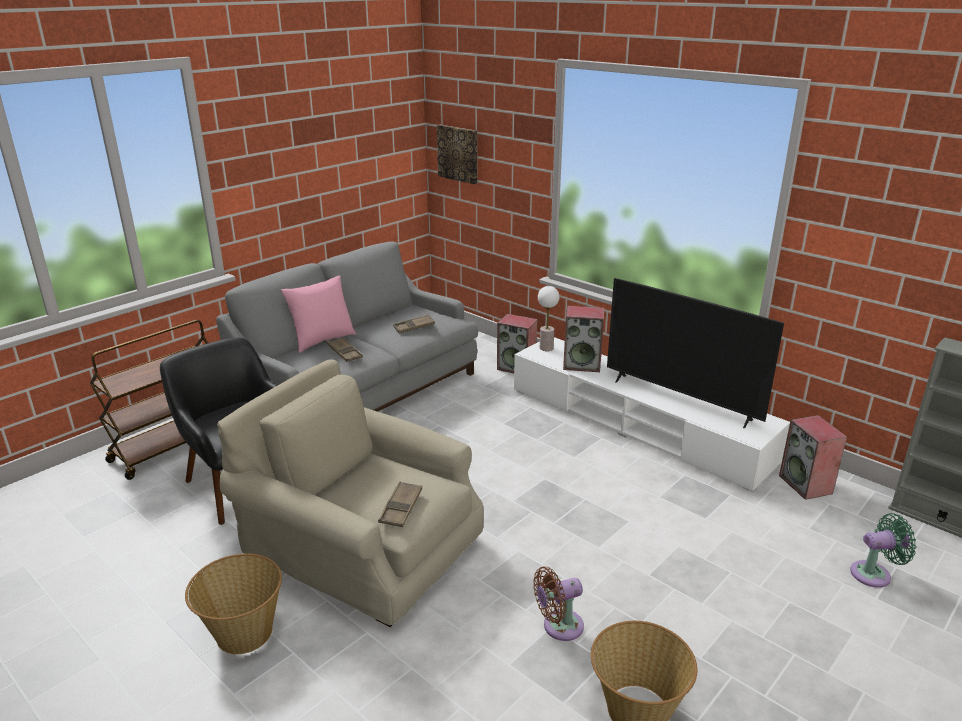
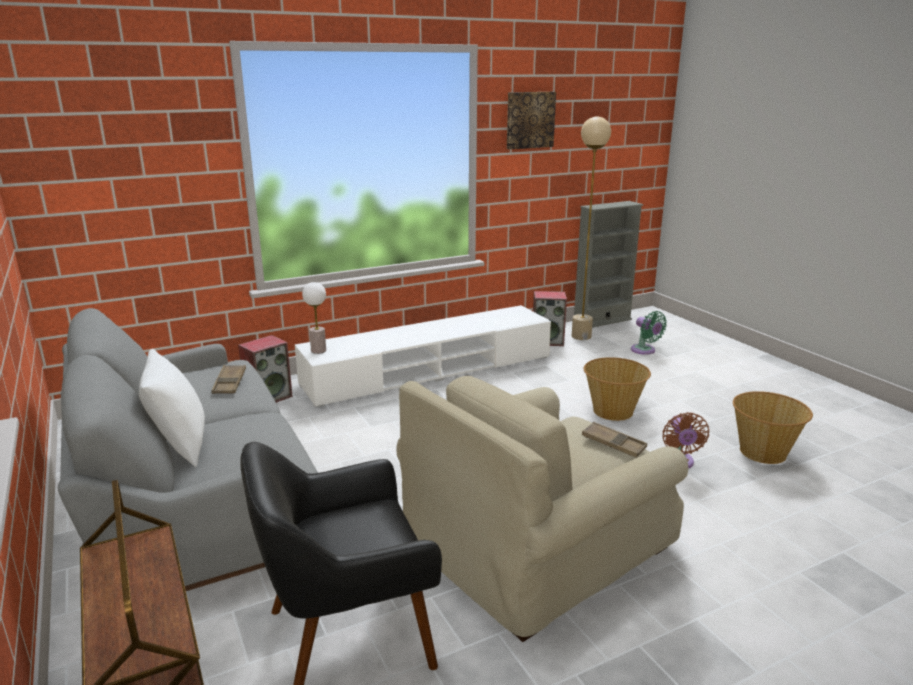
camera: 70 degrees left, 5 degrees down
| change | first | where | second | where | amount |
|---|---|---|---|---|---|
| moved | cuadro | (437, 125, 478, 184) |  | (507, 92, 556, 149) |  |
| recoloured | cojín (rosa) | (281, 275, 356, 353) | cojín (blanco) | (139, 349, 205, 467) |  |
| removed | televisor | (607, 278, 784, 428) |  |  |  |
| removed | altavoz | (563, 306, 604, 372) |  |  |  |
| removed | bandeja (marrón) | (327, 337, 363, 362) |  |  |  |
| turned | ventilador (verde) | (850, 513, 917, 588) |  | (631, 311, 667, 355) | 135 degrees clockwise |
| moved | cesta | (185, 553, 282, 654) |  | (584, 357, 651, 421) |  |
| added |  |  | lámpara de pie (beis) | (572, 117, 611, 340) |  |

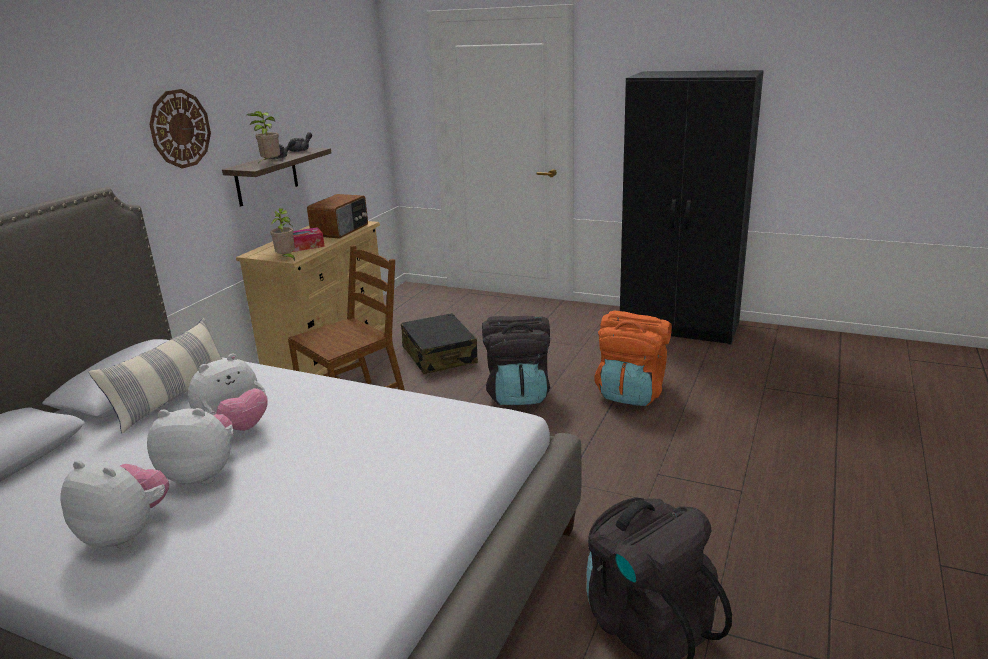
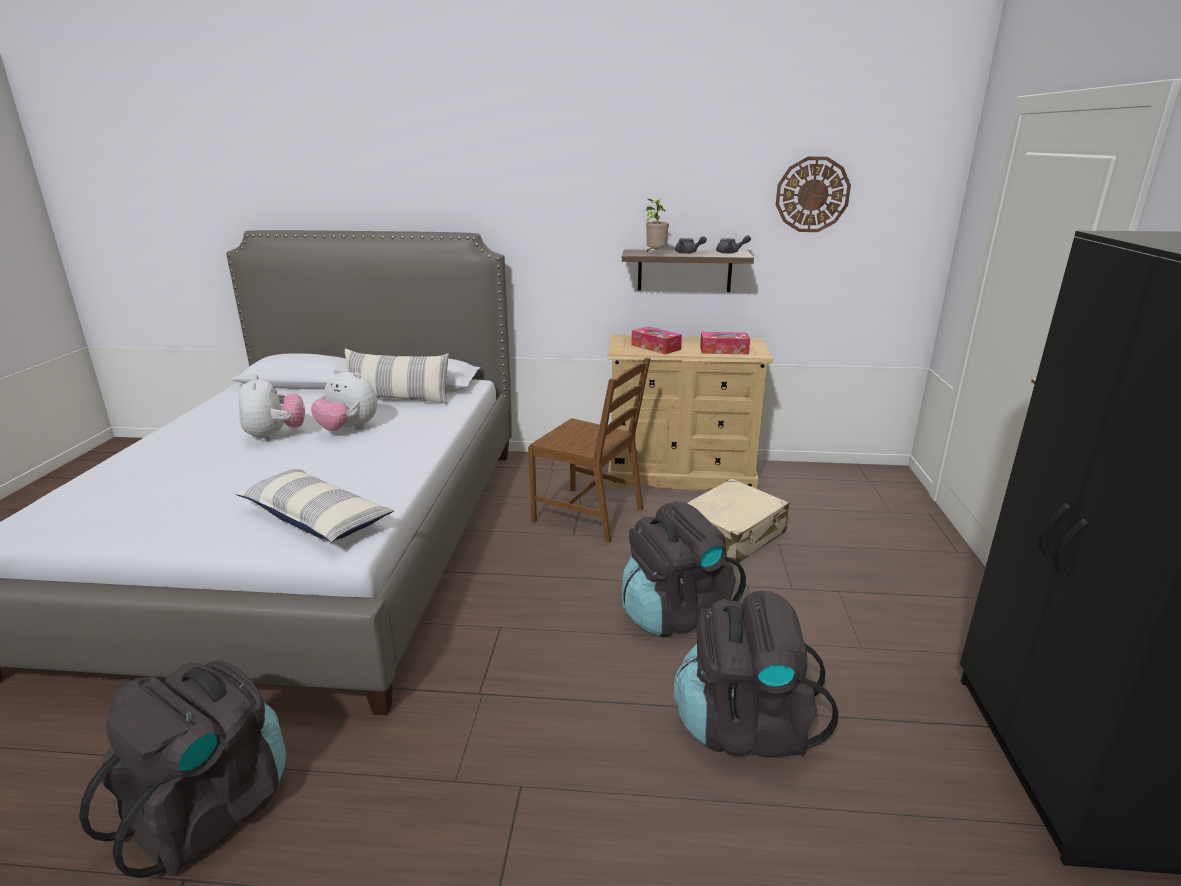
camera: 70 degrees right, 0 degrees up
| change | first | where | second | where | amount |
|---|---|---|---|---|---|
| moved | reloj de pared | (149, 89, 211, 169) |  | (776, 157, 851, 232) |  |
| replaced | radio | (307, 194, 368, 239) | caja de pañuelos | (700, 332, 750, 354) |  |
| removed | planta en maceta | (270, 208, 295, 261) |  |  |  |
| recoloured | mochila (naranja) | (594, 311, 672, 406) | mochila (negro) | (674, 591, 838, 757) |  |
| recoloured | maleta (negro) | (401, 313, 478, 374) | maleta (beis) | (688, 478, 789, 565) |  |
| removed | peluche | (60, 460, 169, 549) |  |  |  |
| added |  |  | cojín | (235, 469, 394, 542) |  |

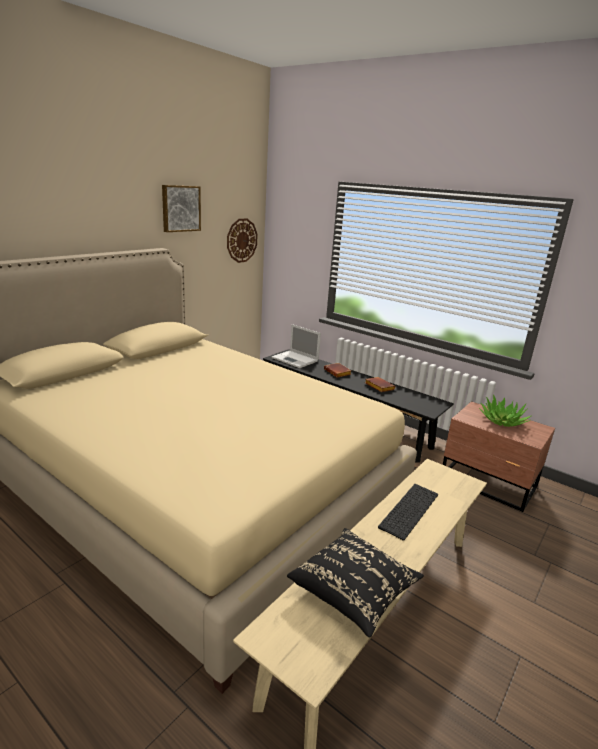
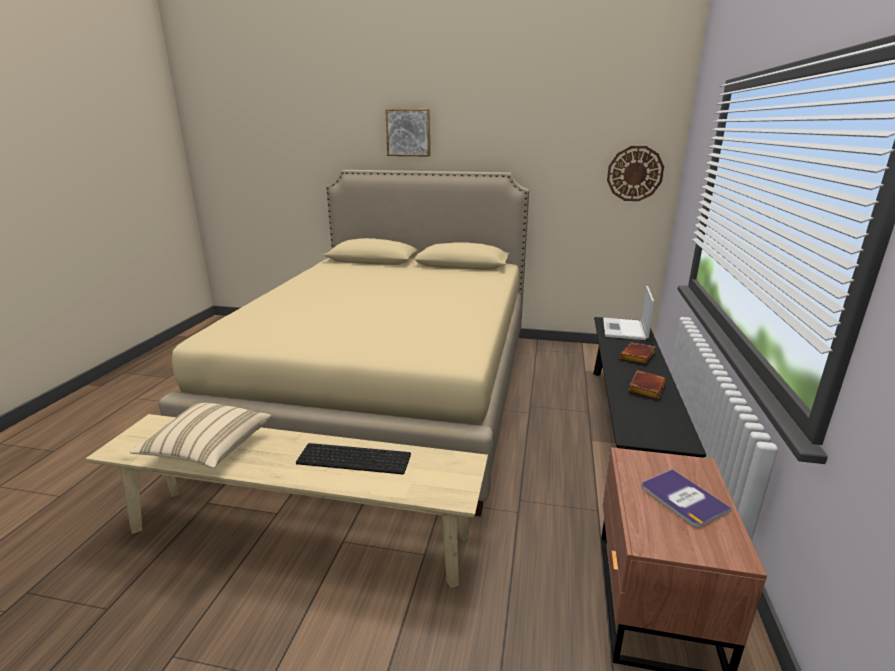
camera: 65 degrees right, 0 degrees up
| change | first | where | second | where | amount |
|---|---|---|---|---|---|
| moved | cuadro | (162, 185, 201, 232) |  | (385, 109, 430, 156) |  |
| replaced | planta en maceta | (479, 394, 532, 427) | libro | (642, 469, 731, 528) |  |
| recoloured | cojín (negro) | (287, 528, 424, 637) | cojín (beis) | (130, 403, 271, 469) |  |

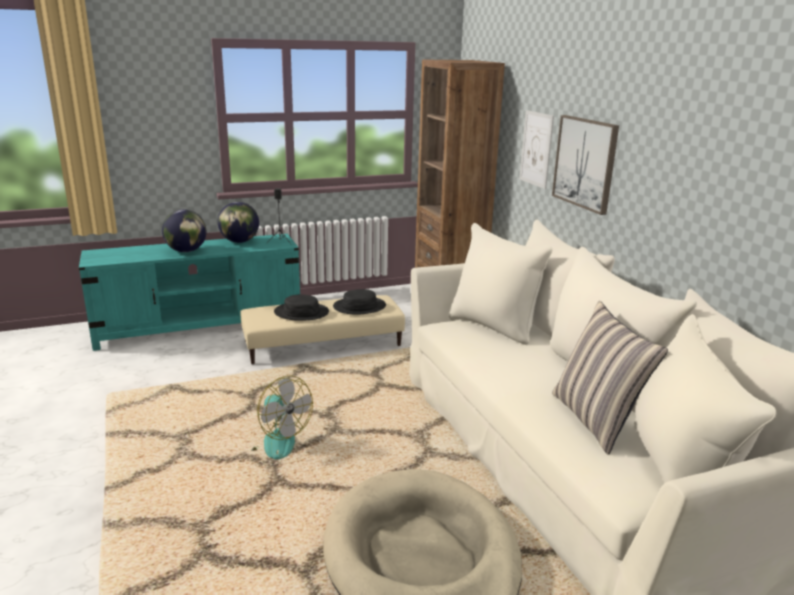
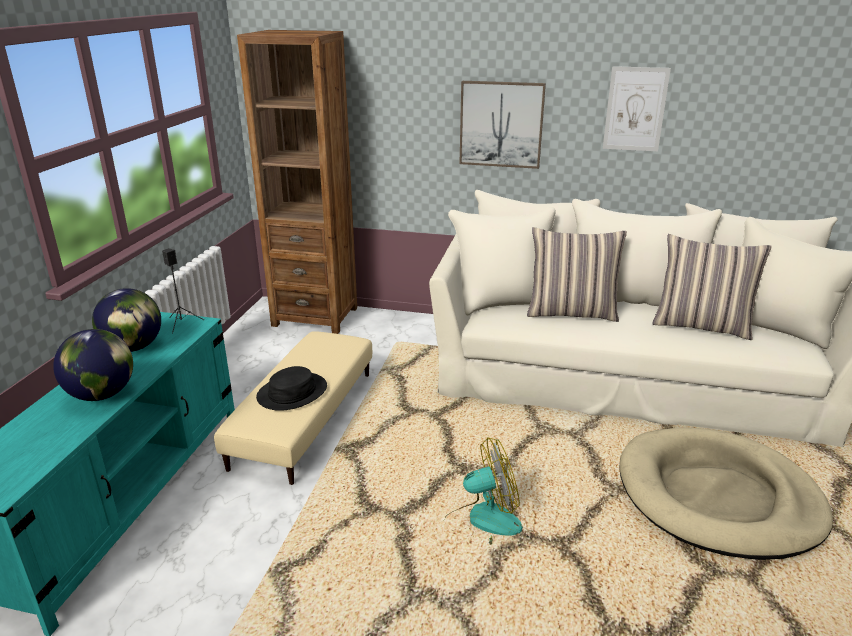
camera: 55 degrees left, 5 degrees up
| change | first | where | second | where | amount |
|---|---|---|---|---|---|
| moved | cuadro | (520, 110, 554, 189) |  | (603, 66, 671, 151) |  |
| removed | sombrero (negro) | (333, 289, 386, 315) |  |  |  |
| added |  |  | cojín | (527, 227, 627, 322) |  |

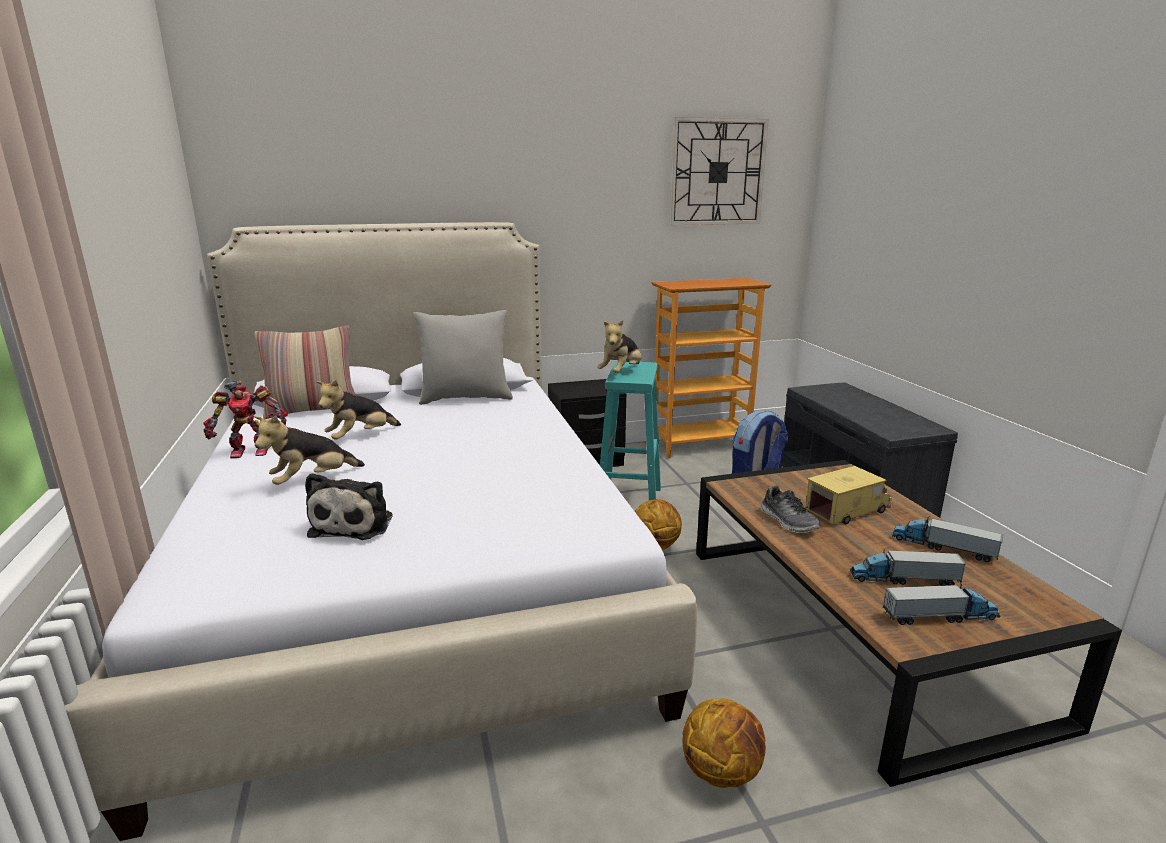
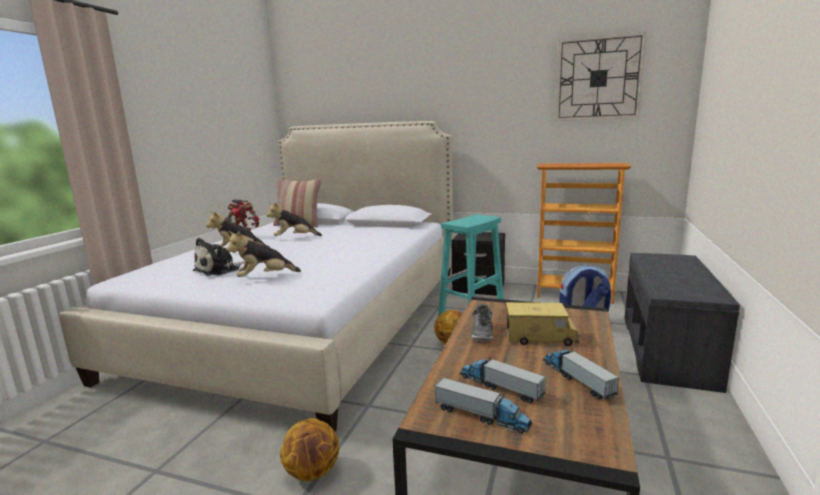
camera: 35 degrees right, 5 degrees down
| change | first | where | second | where | amount |
|---|---|---|---|---|---|
| removed | cojín (gris) | (413, 310, 513, 405) |  |  |  |
| moved | peluche | (597, 320, 641, 373) |  | (226, 231, 301, 277) |  |

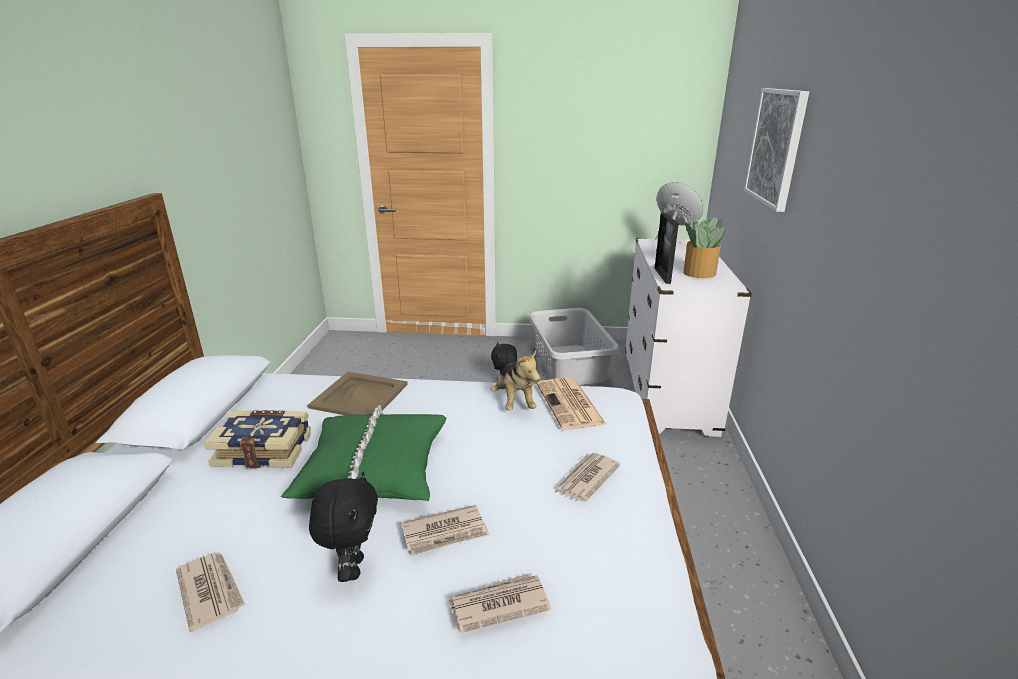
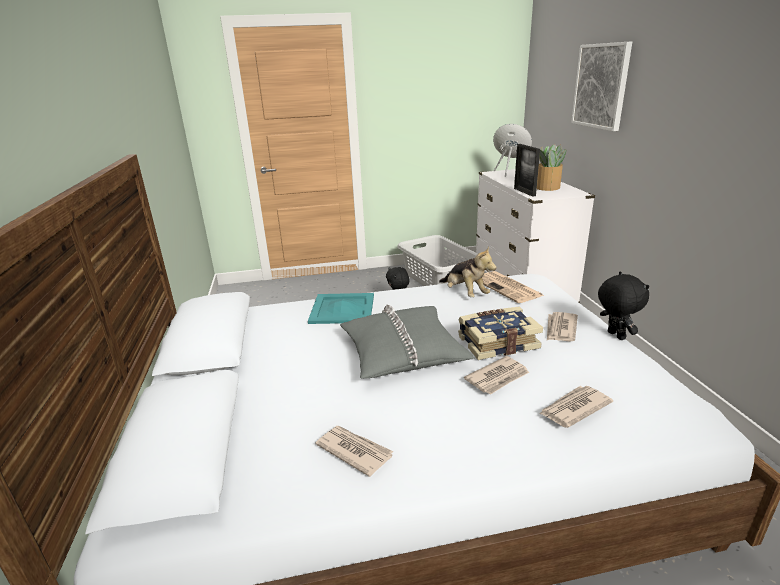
camera: 15 degrees left, 0 degrees up
| change | first | where | second | where | amount |
|---|---|---|---|---|---|
| recoloured | bandeja (beis) | (307, 372, 408, 415) | bandeja (turquesa) | (308, 293, 374, 324) |  |
| recoloured | cojín (verde) | (281, 405, 446, 501) | cojín (gris) | (340, 304, 475, 379) |  |
| moved | libro | (203, 410, 311, 468) |  | (458, 307, 543, 360) |  |
| moved | peluche (negro) | (309, 472, 378, 582) |  | (598, 272, 649, 340) |  |

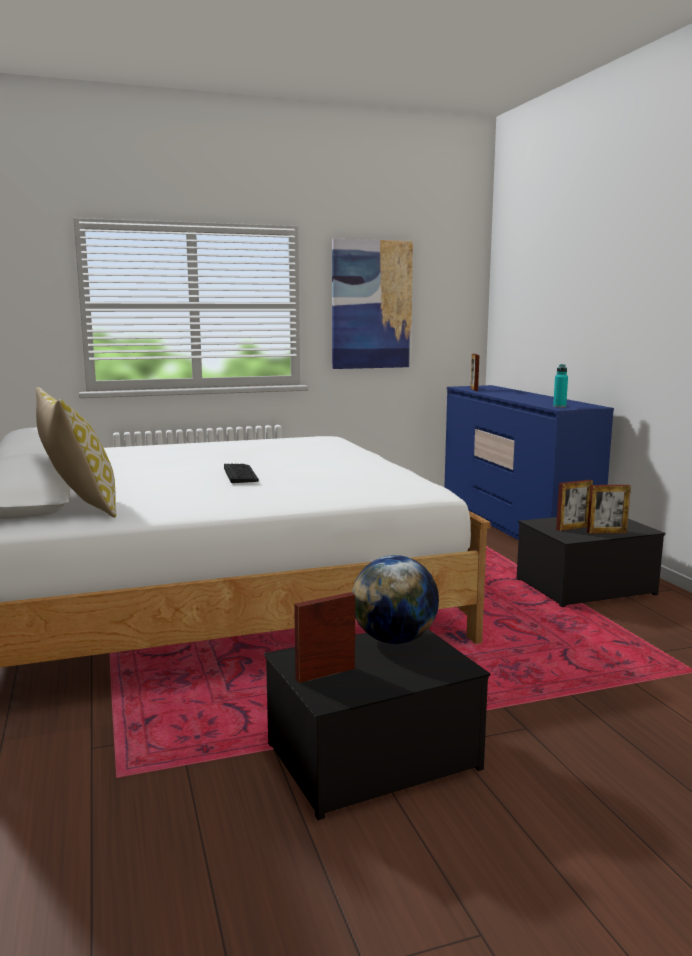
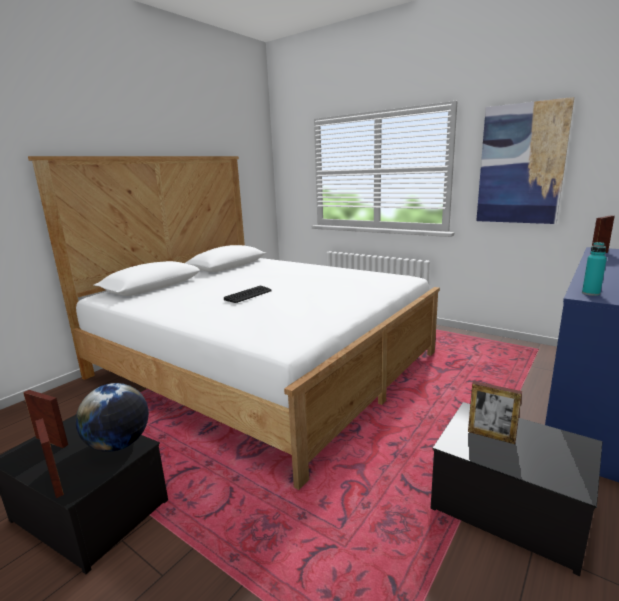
camera: 55 degrees right, 5 degrees up
| change | first | where | second | where | amount |
|---|---|---|---|---|---|
| removed | cojín | (36, 387, 116, 518) |  |  |  |
| moved | portarretratos | (587, 485, 631, 534) |  | (35, 418, 64, 498) |  |

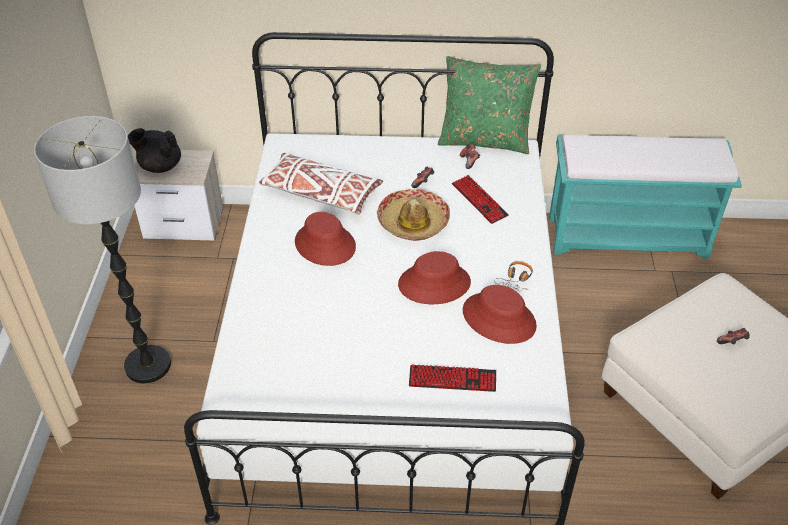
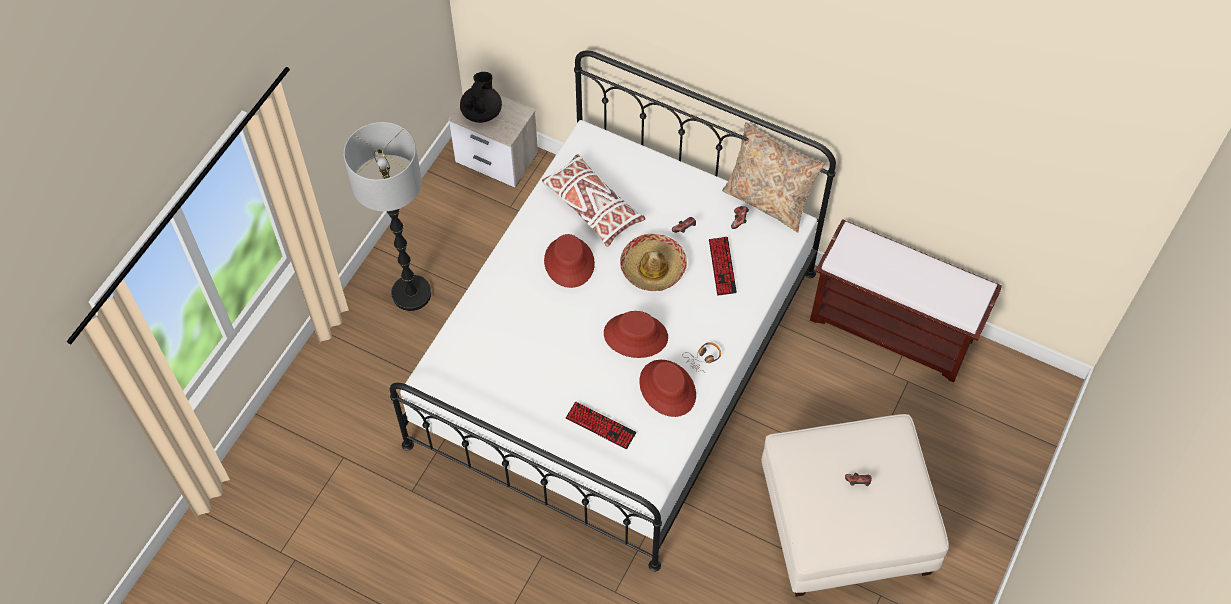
camera: 25 degrees right, 15 degrees up
| change | first | where | second | where | amount |
|---|---|---|---|---|---|
| recoloured | cojín (verde) | (438, 56, 541, 154) | cojín (beis) | (722, 122, 825, 233) |  |
| turned | tetera (negro) | (128, 128, 181, 173) |  | (460, 72, 502, 123) | 75 degrees clockwise |
| recoloured | banco (turquesa) | (549, 135, 742, 259) | banco (marrón) | (810, 219, 1002, 382) |  |

